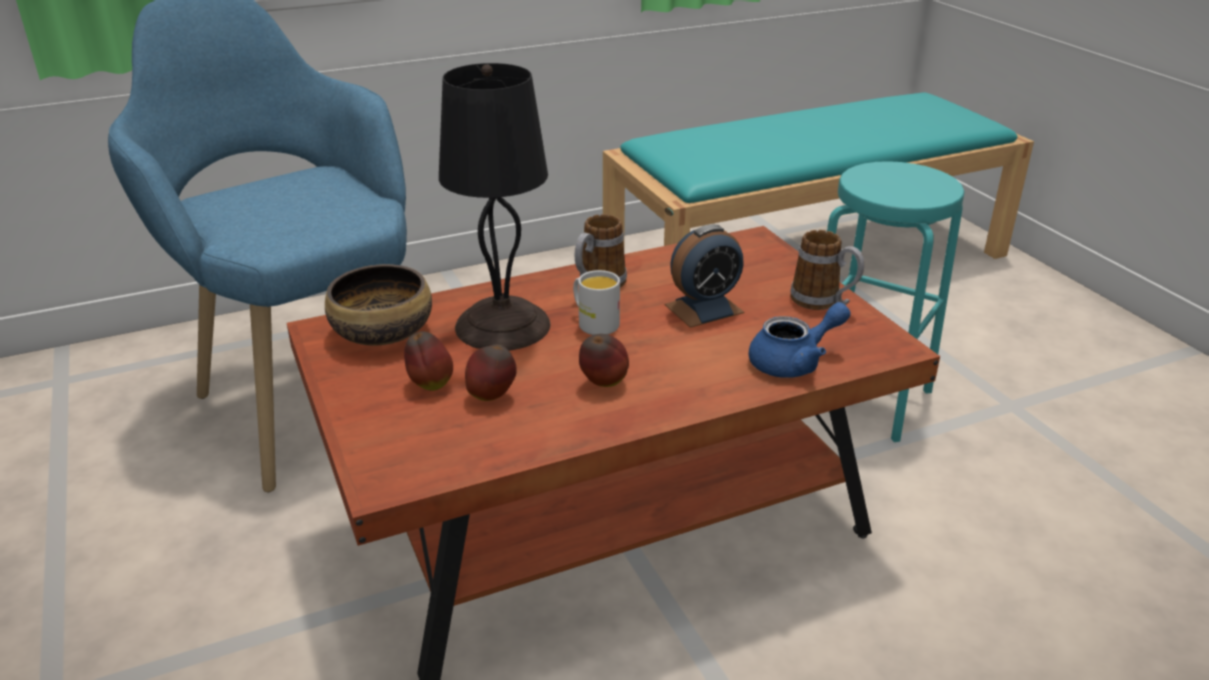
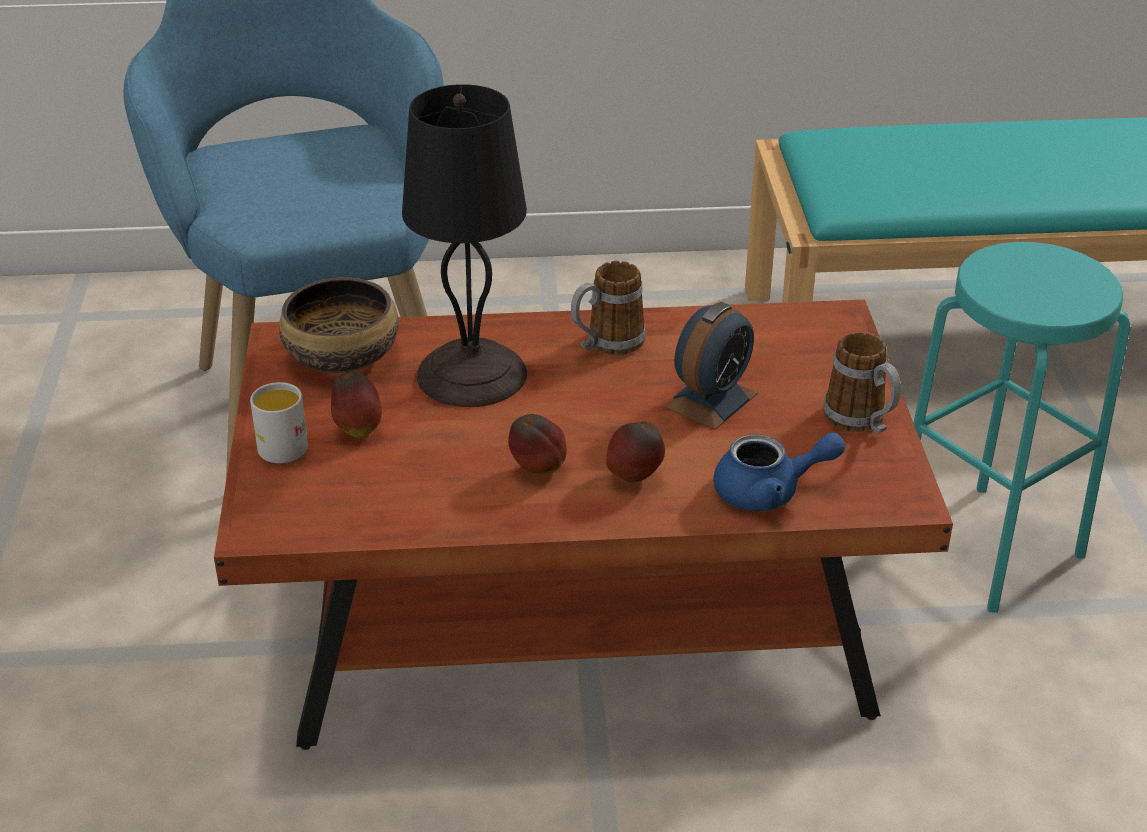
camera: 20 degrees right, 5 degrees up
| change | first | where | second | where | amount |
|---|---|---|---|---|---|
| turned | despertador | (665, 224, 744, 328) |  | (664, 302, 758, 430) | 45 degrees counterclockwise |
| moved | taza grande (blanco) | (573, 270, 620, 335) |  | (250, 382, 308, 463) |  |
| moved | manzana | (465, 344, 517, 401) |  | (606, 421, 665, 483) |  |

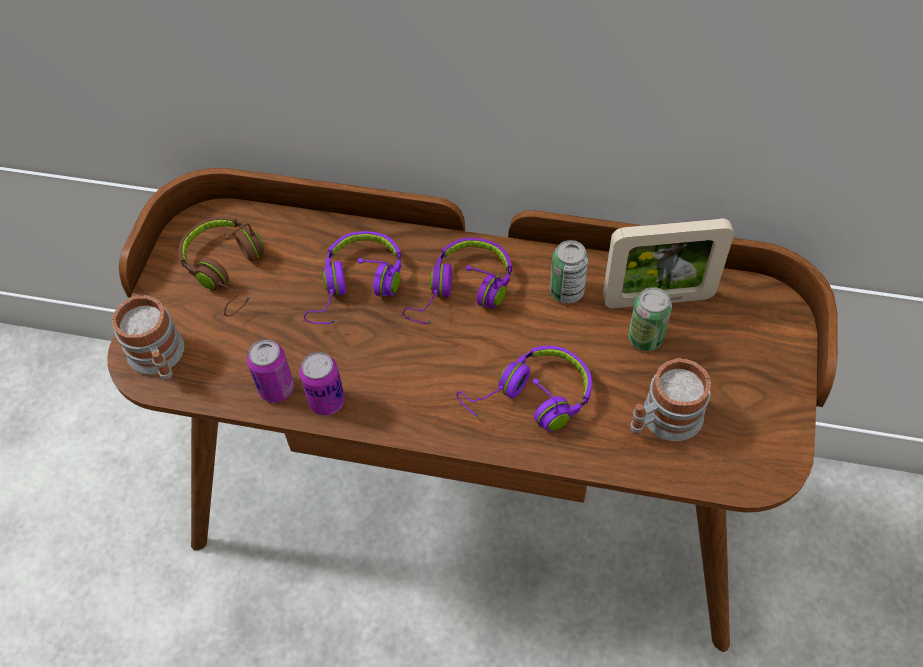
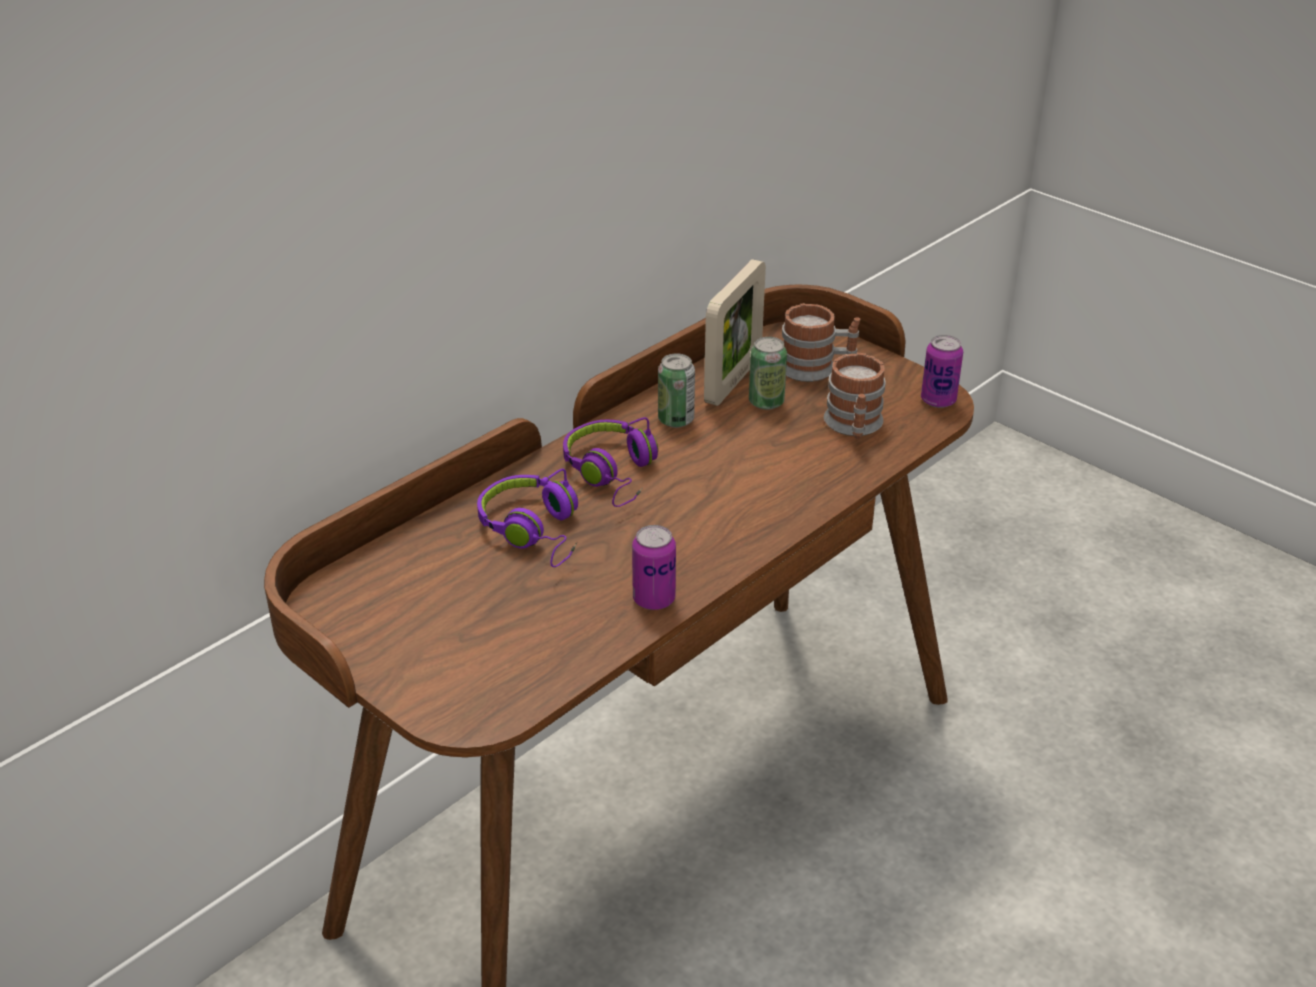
camera: 60 degrees left, 20 degrees down
| change | first | where | second | where | amount |
|---|---|---|---|---|---|
| removed | auriculares (marrón) | (178, 217, 264, 317) |  |  |  |
| moved | taza grande | (112, 295, 184, 381) |  | (782, 303, 860, 382) |  |
| moved | lata | (247, 339, 294, 403) |  | (921, 335, 963, 408) |  |
| removed | auriculares (morado) | (456, 346, 592, 432) |  |  |  |

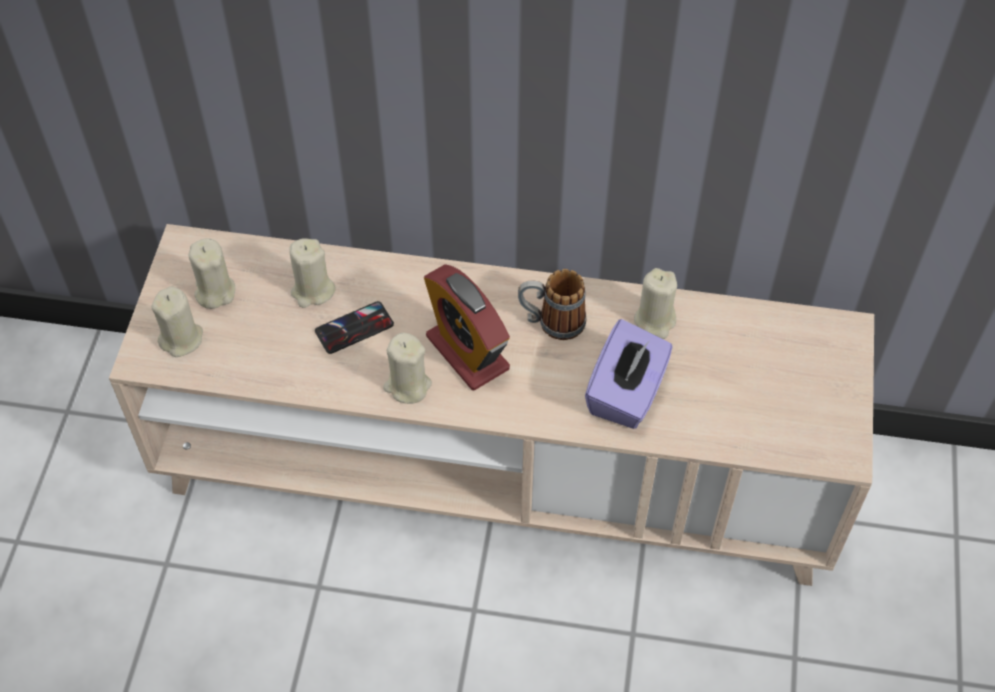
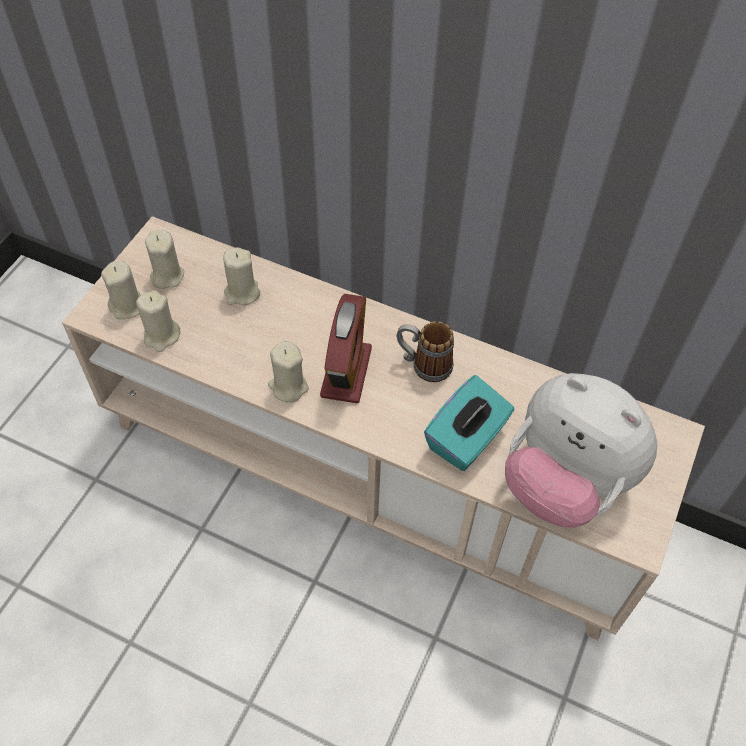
camera: 15 degrees right, 0 degrees up
| change | first | where | second | where | amount |
|---|---|---|---|---|---|
| turned | despertador | (424, 264, 510, 391) |  | (320, 294, 372, 403) | 150 degrees counterclockwise |
| moved | vela (beis) | (634, 268, 677, 339) |  | (136, 290, 180, 352) |  |
| removed | móvil | (315, 301, 394, 354) |  |  |  |
| recoloured | caja de pañuelos (morado) | (585, 319, 673, 429) | caja de pañuelos (turquesa) | (424, 375, 514, 471) |  |
| added |  |  | peluche | (505, 373, 657, 528) |  |

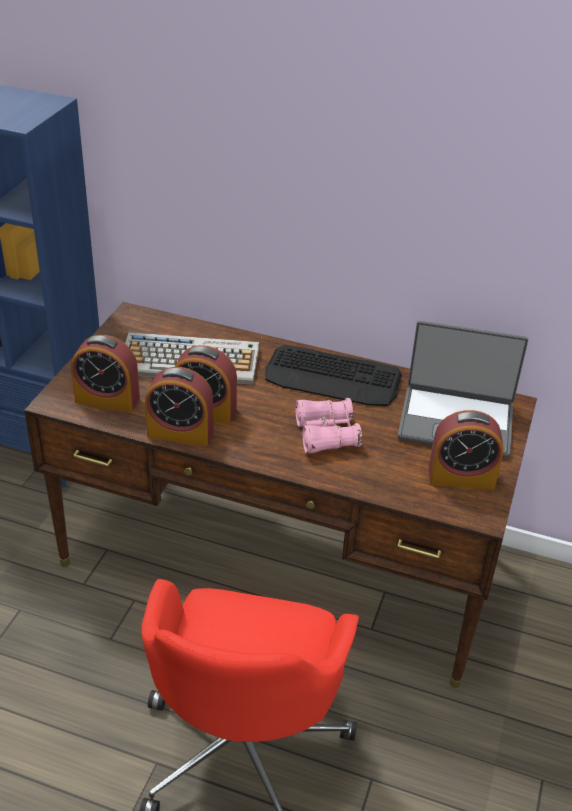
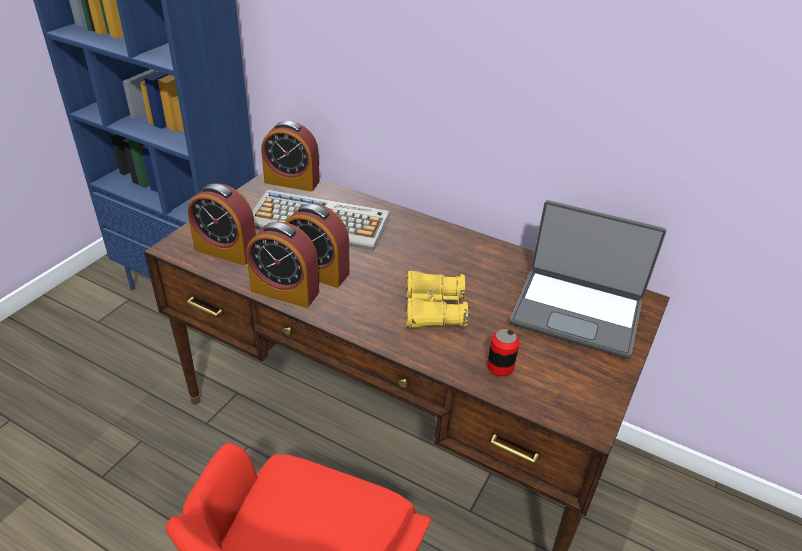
camera: 10 degrees right, 0 degrees up
| change | first | where | second | where | amount |
|---|---|---|---|---|---|
| removed | teclado | (265, 345, 402, 406) |  |  |  |
| recoloured | prismáticos (rosa) | (295, 398, 362, 454) | prismáticos (amarillo) | (407, 271, 468, 328) |  |
| moved | despertador | (429, 410, 503, 490) |  | (261, 121, 320, 191) |  |
| added |  |  | lata | (487, 329, 520, 376) |  |

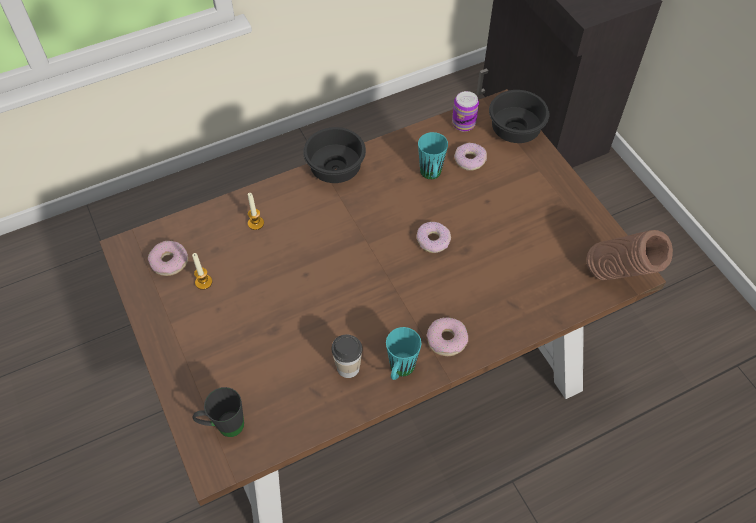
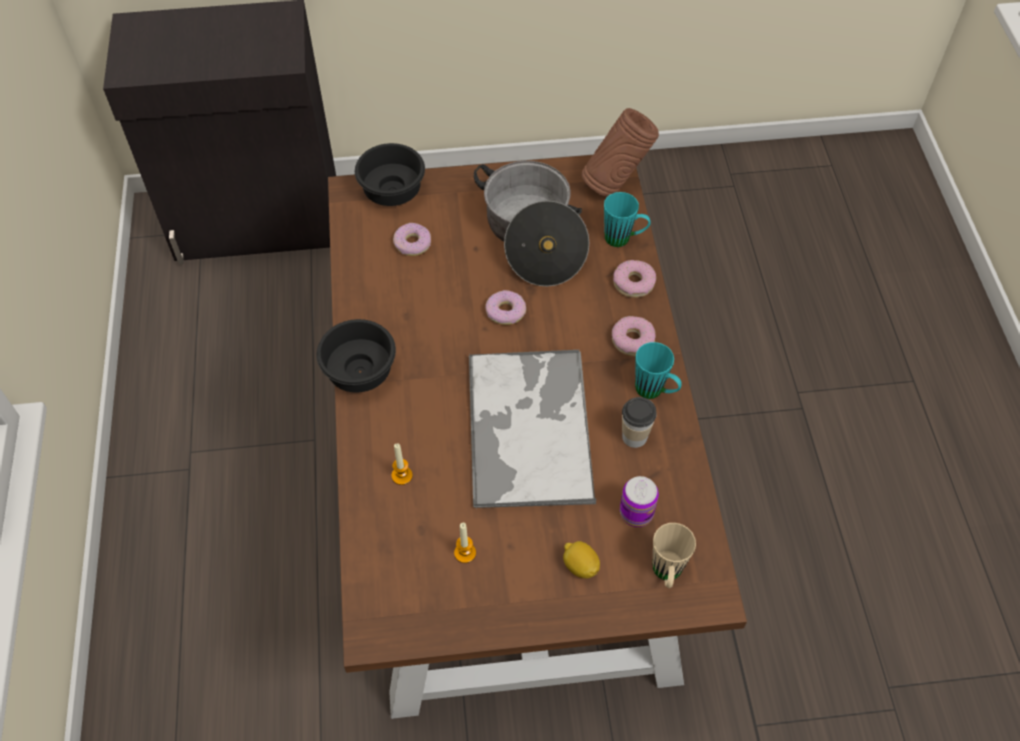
camera: 70 degrees left, 0 degrees up
| change | first | where | second | where | amount |
|---|---|---|---|---|---|
| moved | lata | (452, 91, 479, 132) |  | (620, 476, 659, 527) |  |
| moved | taza grande (turquesa) | (418, 132, 448, 179) |  | (604, 192, 651, 247) |  |
| moved | rosquilla | (148, 241, 188, 276) |  | (613, 260, 656, 298) |  |
| recoloured | taza grande (negro) | (192, 387, 244, 437) | taza grande (beis) | (653, 523, 696, 588) |  |
| added |  |  | olla | (474, 161, 589, 286) |  |
| added |  |  | bandeja | (469, 350, 596, 508) |  |
| added |  |  | limón | (563, 541, 600, 578) |  |

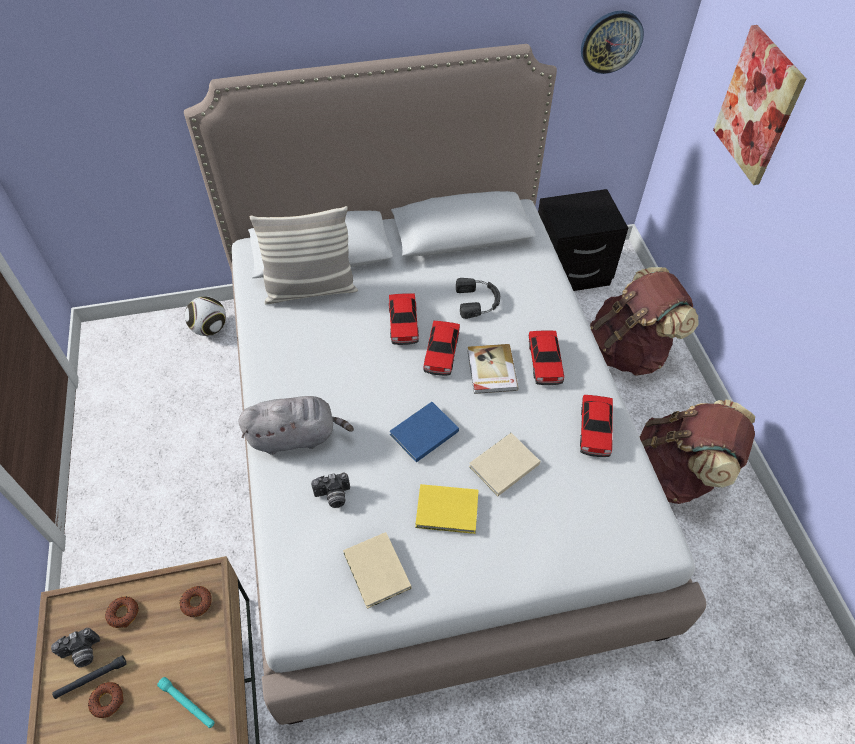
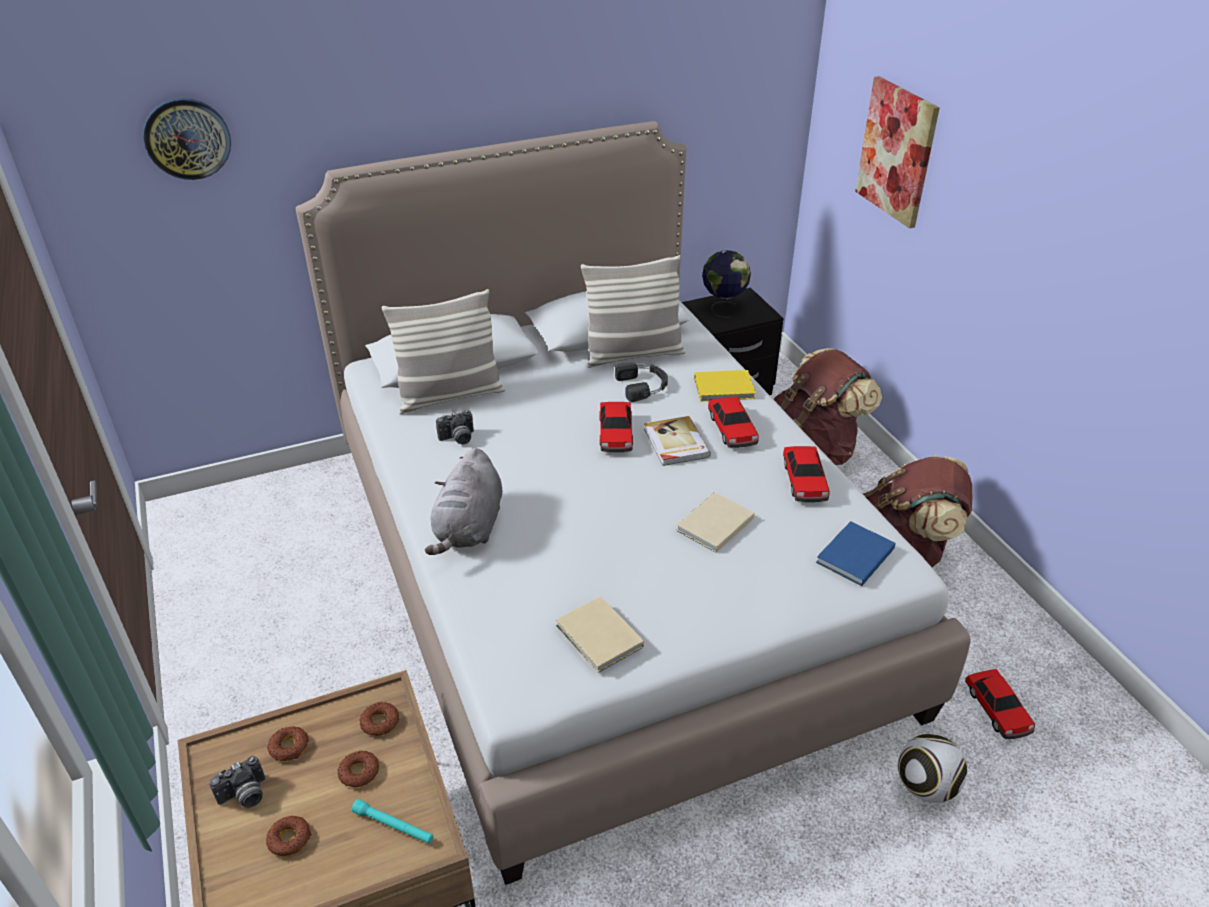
camera: 10 degrees left, 15 degrees down
| change | first | where | second | where | amount |
|---|---|---|---|---|---|
| moved | reloj de pared | (581, 11, 644, 74) |  | (143, 98, 231, 180) |  |
| moved | coche de juguete | (389, 293, 419, 345) |  | (965, 669, 1035, 739) |  |
| moved | balón de fútbol | (185, 296, 226, 336) |  | (898, 734, 967, 803) |  |
| turned | peluche (gris) | (238, 396, 354, 455) |  | (425, 448, 502, 555) | 120 degrees clockwise |
| moved | libro (azul) | (390, 402, 459, 462) |  | (816, 521, 895, 586) |  |
| moved | cámara | (311, 473, 350, 508) |  | (436, 410, 474, 445) |  |
| moved | libro (amarillo) | (415, 484, 479, 534) |  | (694, 370, 756, 401) |  |
| removed | linterna (negro) | (52, 655, 127, 699) |  |  |  |
| added |  |  | globo terráqueo | (702, 250, 751, 318) |  |
| added |  |  | cojín | (581, 255, 686, 368) |  |
| added |  |  | rosquilla | (337, 751, 379, 787) |  |

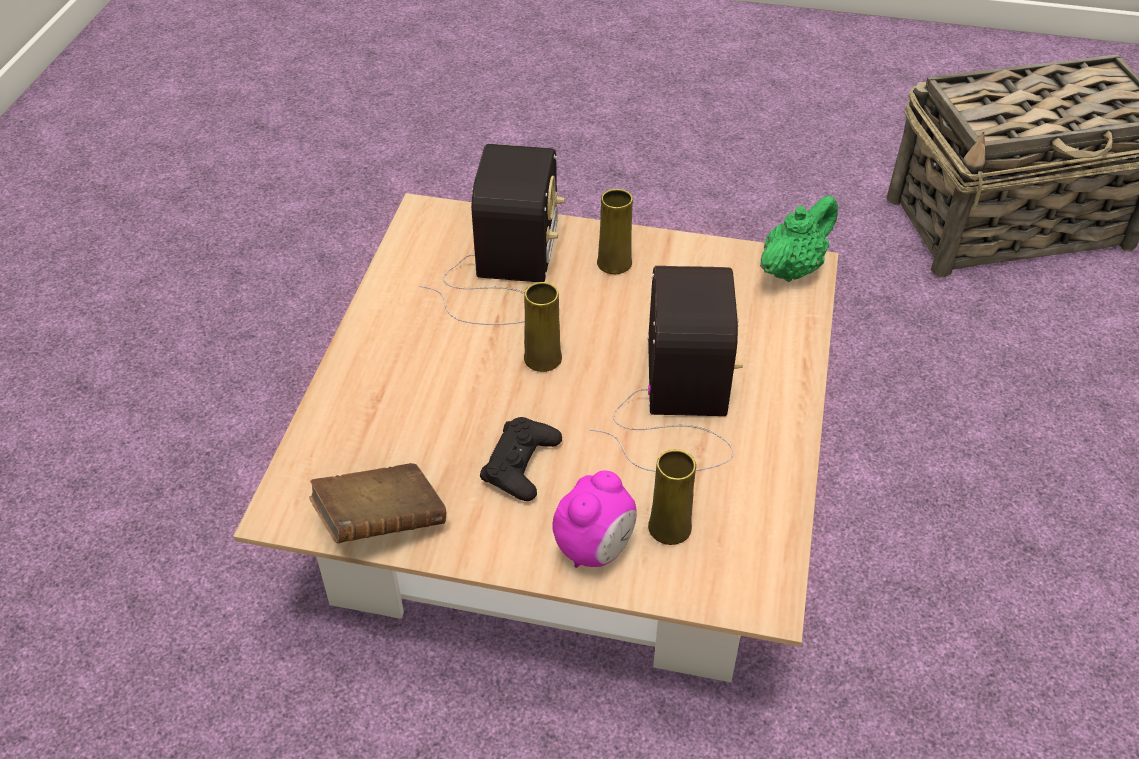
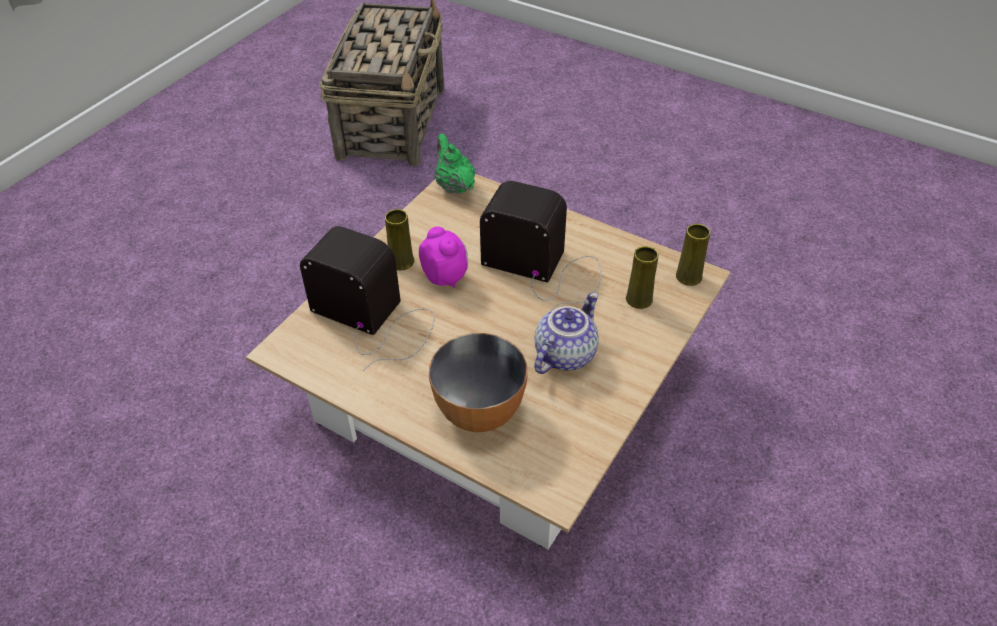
camera: 70 degrees left, 0 degrees up
| change | first | where | second | where | amount |
|---|---|---|---|---|---|
| moved | florero (amarillo) | (524, 282, 562, 372) |  | (676, 224, 710, 286) |  |
| replaced | mando de consola (negro) | (480, 417, 562, 501) | tetera | (534, 292, 599, 374) |  |
| removed | libro (marrón) | (309, 463, 446, 544) |  |  |  |
| moved | despertador | (552, 470, 637, 568) |  | (419, 227, 468, 288) |  |
| added |  |  | cuenco | (429, 333, 527, 432) |  |

